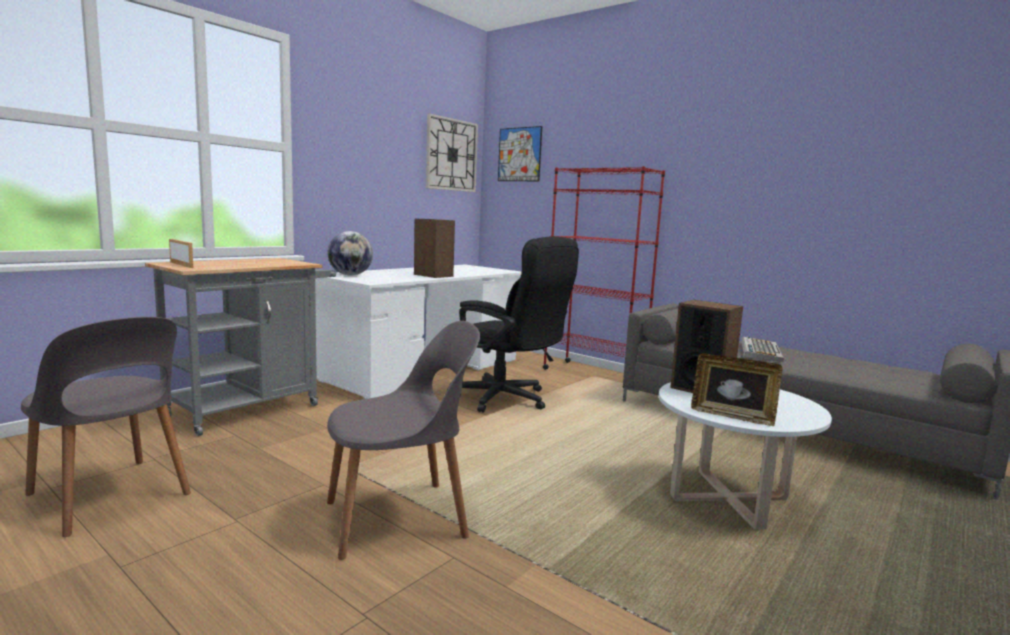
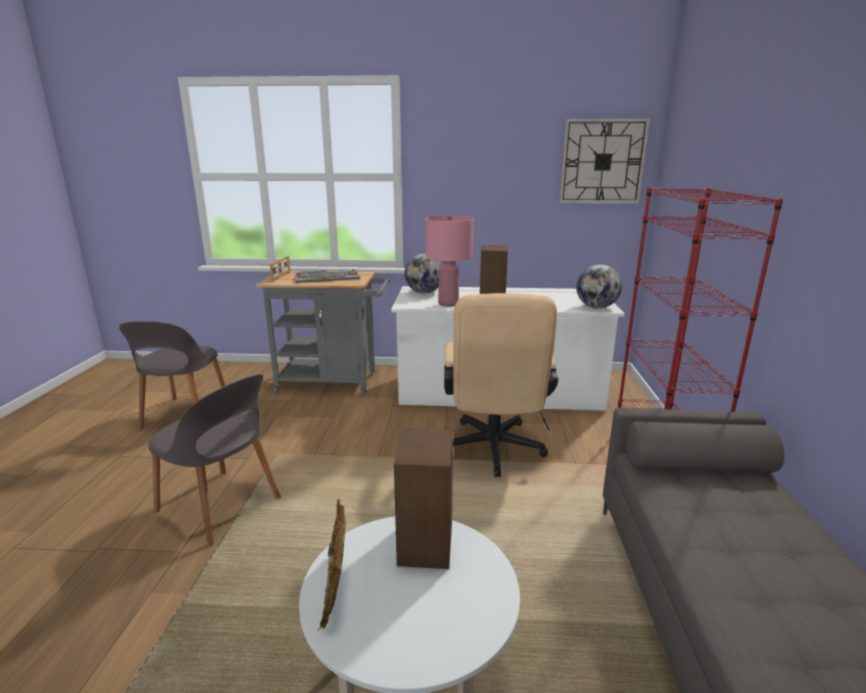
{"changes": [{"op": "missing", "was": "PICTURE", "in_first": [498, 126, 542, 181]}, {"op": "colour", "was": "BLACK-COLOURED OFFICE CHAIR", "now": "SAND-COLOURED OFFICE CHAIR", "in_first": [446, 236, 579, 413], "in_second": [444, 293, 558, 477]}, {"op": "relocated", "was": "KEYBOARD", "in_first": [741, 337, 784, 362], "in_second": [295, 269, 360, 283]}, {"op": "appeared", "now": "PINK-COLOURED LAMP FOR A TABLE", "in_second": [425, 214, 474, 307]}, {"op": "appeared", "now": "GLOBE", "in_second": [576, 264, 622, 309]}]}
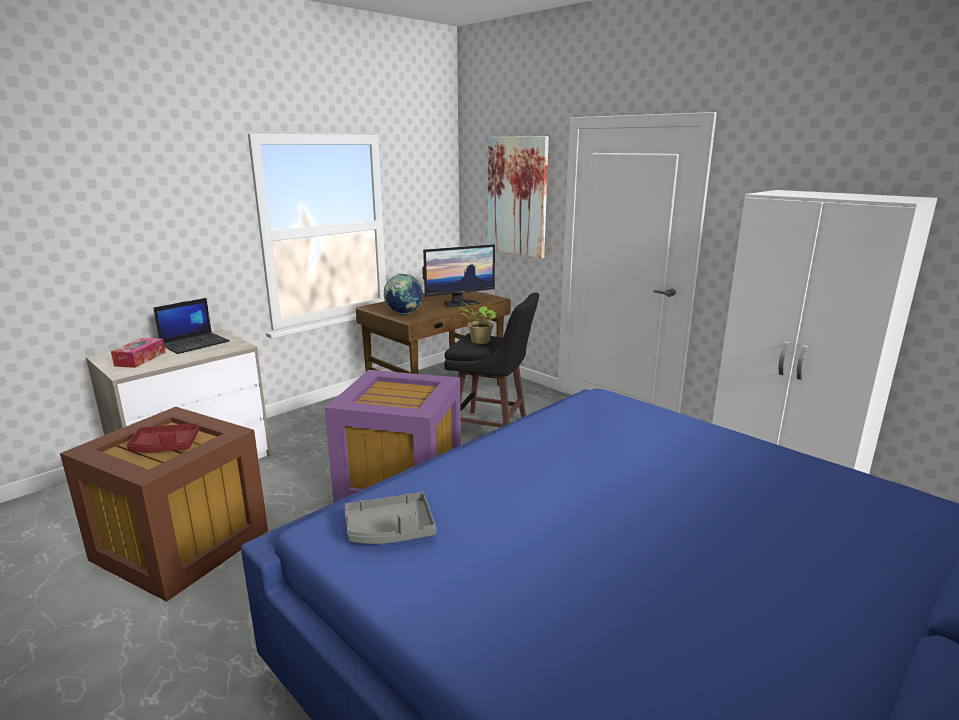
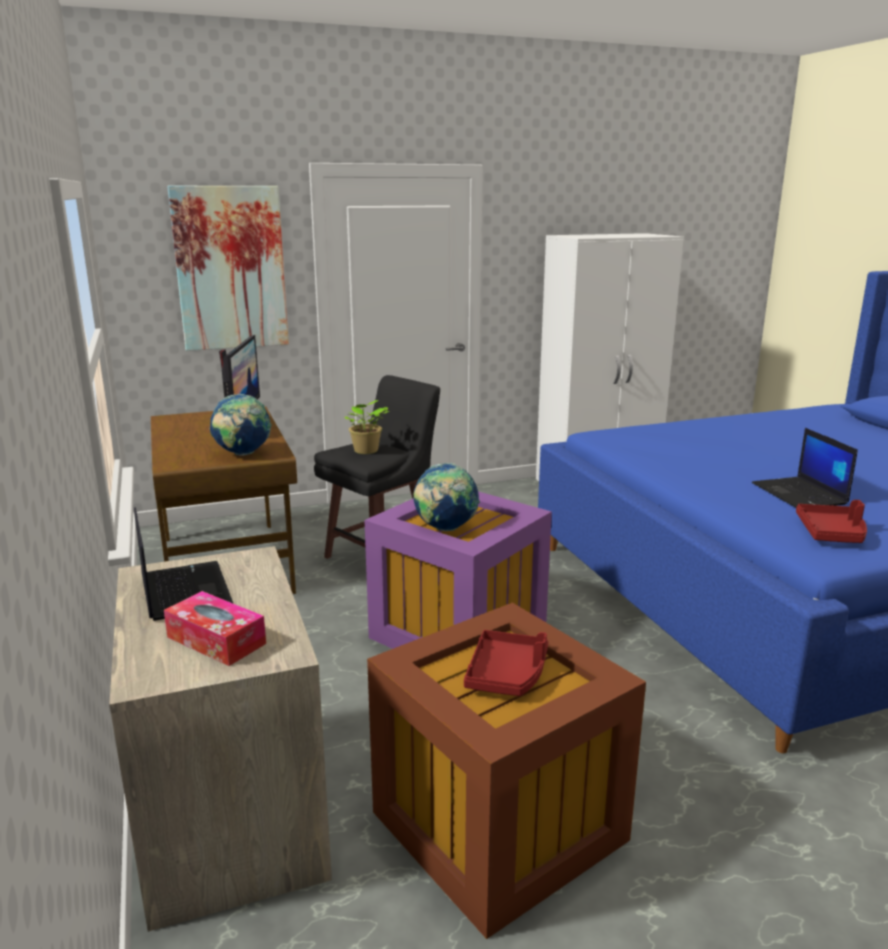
{"changes": [{"op": "colour", "was": "GRAY TRAY", "now": "REDDISH TRAY", "in_first": [344, 492, 436, 544], "in_second": [796, 500, 867, 543]}, {"op": "appeared", "now": "NOTEBOOK COMPUTER", "in_second": [752, 428, 858, 508]}, {"op": "appeared", "now": "GLOBE", "in_second": [413, 463, 480, 531]}]}
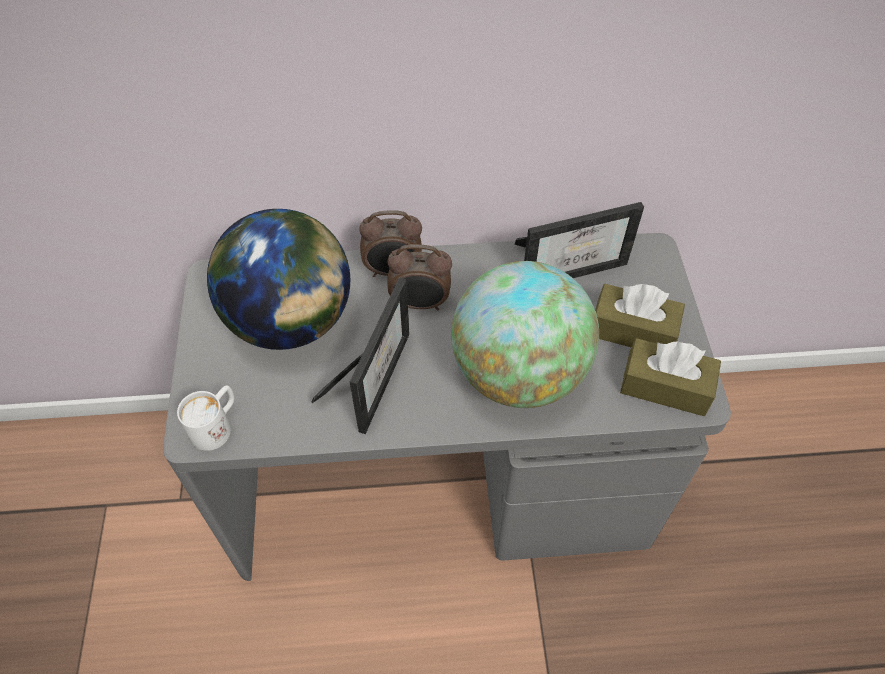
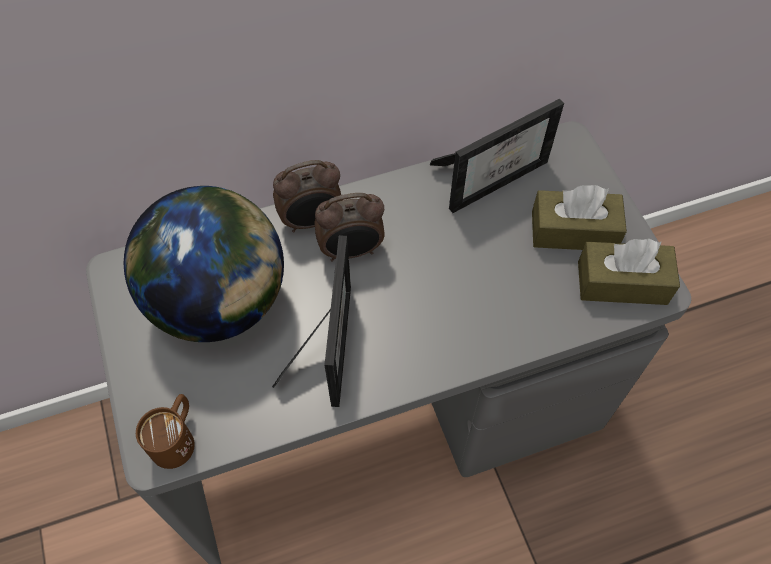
{"changes": [{"op": "missing", "was": "GLOBE", "in_first": [451, 261, 599, 408]}, {"op": "colour", "was": "WHITE MUG", "now": "BROWN-COLOURED MUG", "in_first": [177, 385, 234, 451], "in_second": [136, 394, 195, 469]}]}
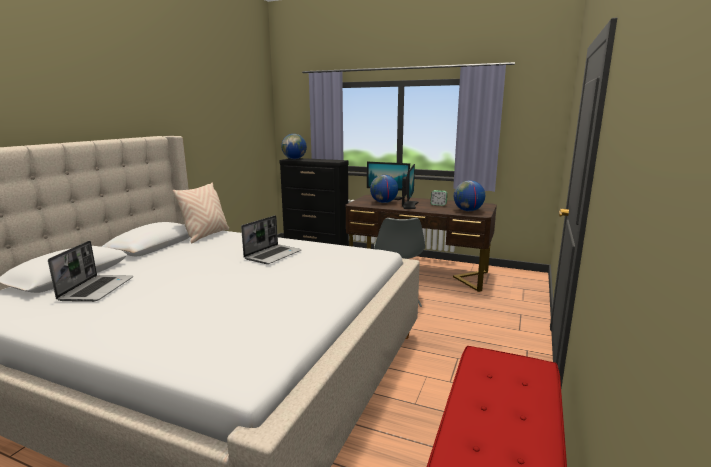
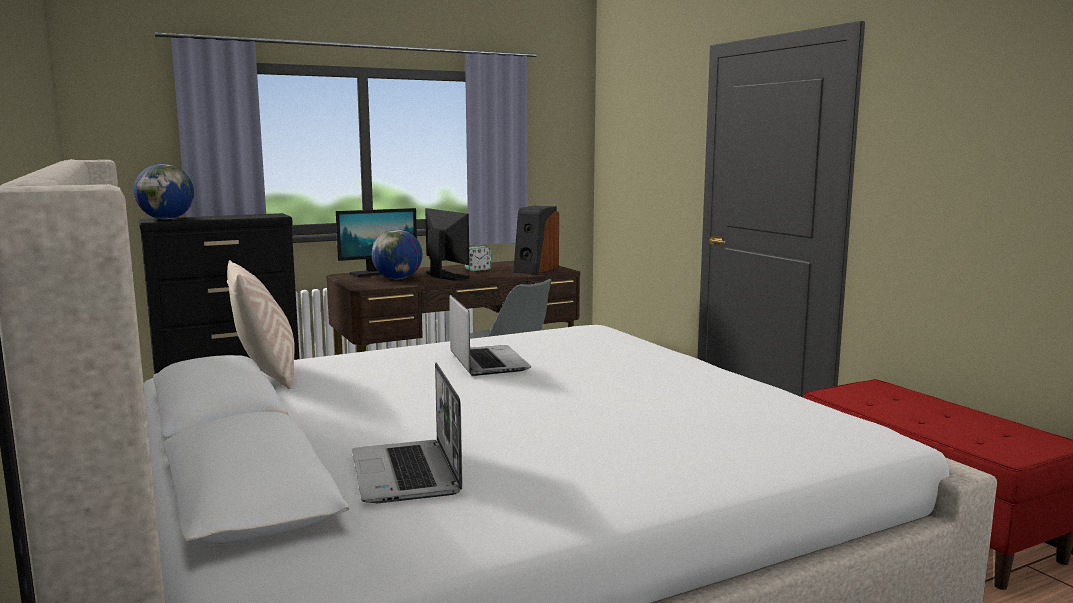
{"changes": [{"op": "exchanged", "was": "GLOBE", "now": "SPEAKER", "in_first": [454, 180, 485, 211], "in_second": [513, 206, 559, 275]}, {"op": "spun", "was": "NOTEBOOK COMPUTER", "in_first": [48, 240, 133, 302], "in_second": [352, 362, 462, 504], "clockwise": -150}]}
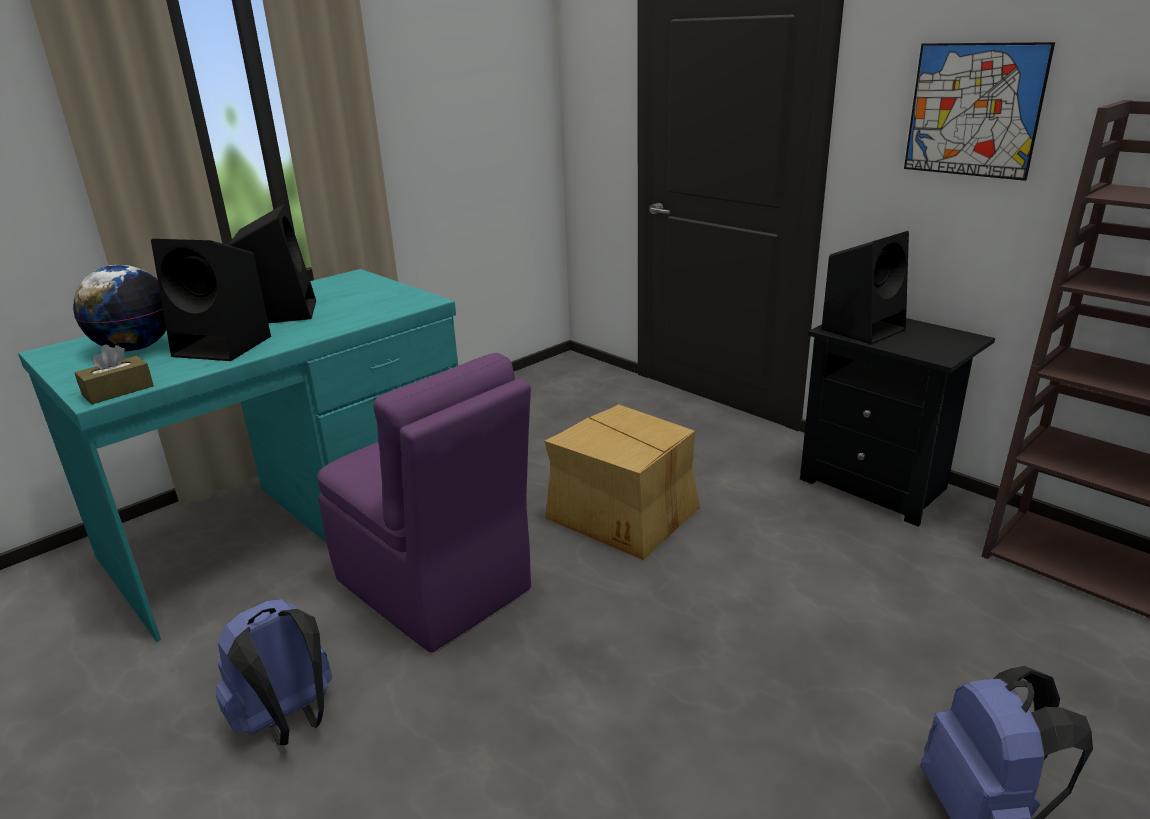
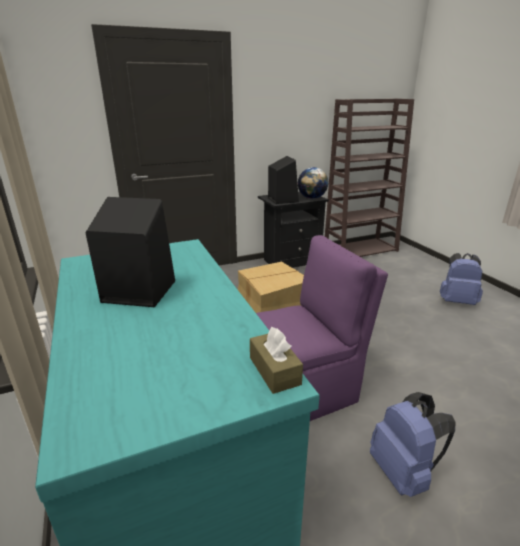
{"changes": [{"op": "missing", "was": "PICTURE", "in_first": [904, 42, 1055, 181]}, {"op": "missing", "was": "BLACK-COLOURED SPEAKER", "in_first": [151, 239, 271, 361]}, {"op": "relocated", "was": "GLOBE", "in_first": [73, 265, 166, 352], "in_second": [298, 167, 329, 199]}]}
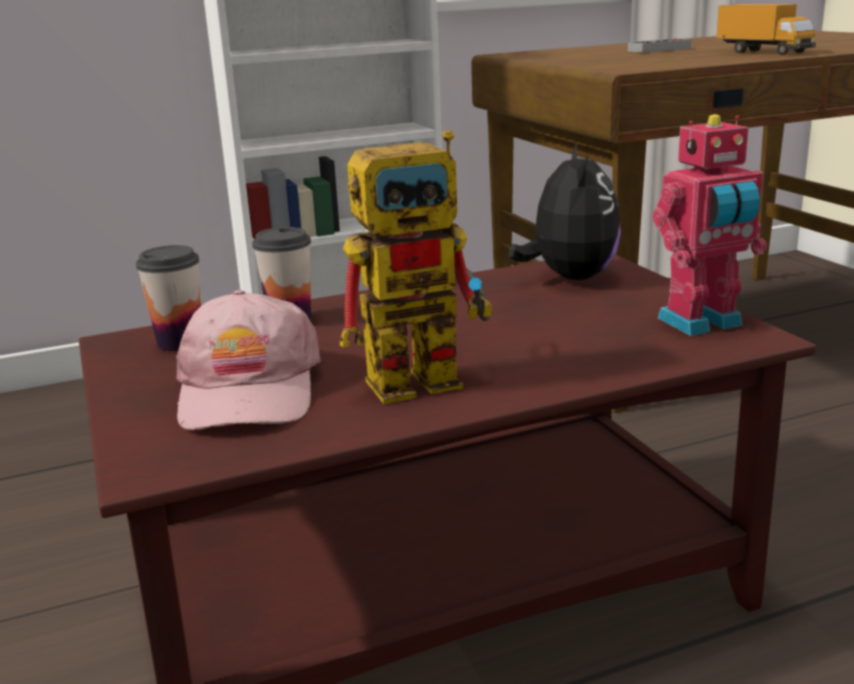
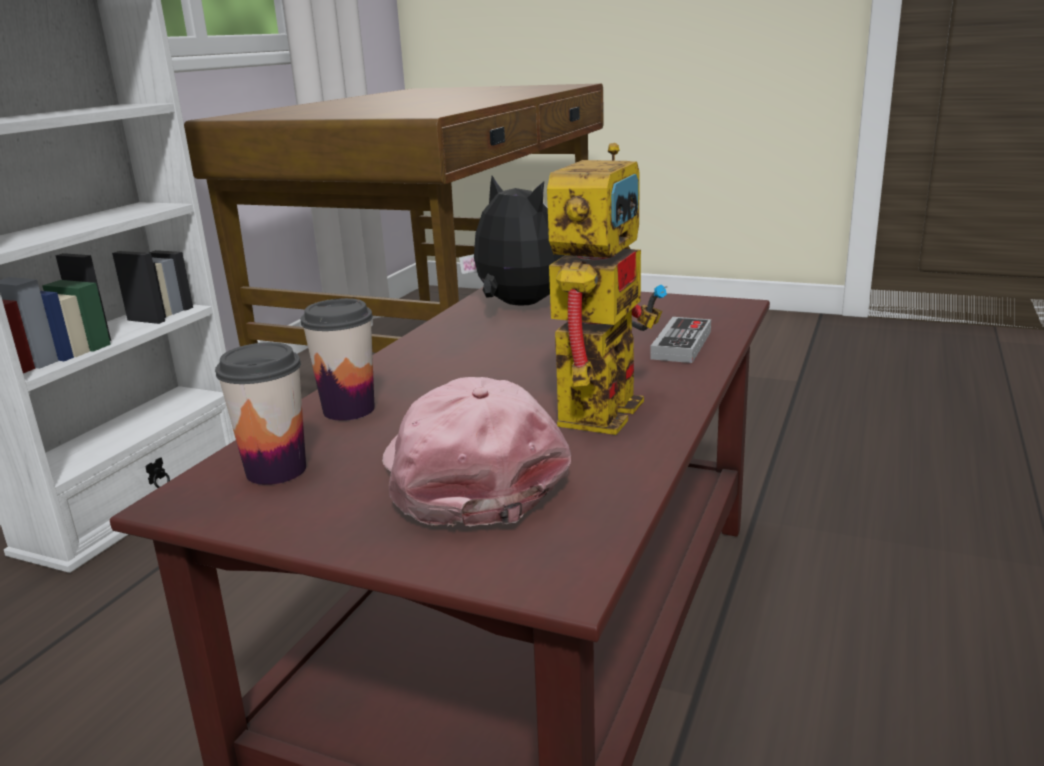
{"changes": [{"op": "missing", "was": "TOY TRUCK", "in_first": [716, 4, 816, 55]}, {"op": "relocated", "was": "GAMEPAD", "in_first": [628, 38, 691, 53], "in_second": [650, 317, 711, 363]}, {"op": "missing", "was": "MODEL ROBOT", "in_first": [653, 114, 767, 336]}, {"op": "spun", "was": "PINK-COLOURED BASEBALL CAP", "in_first": [176, 290, 321, 430], "in_second": [382, 377, 571, 527], "clockwise": -150}]}
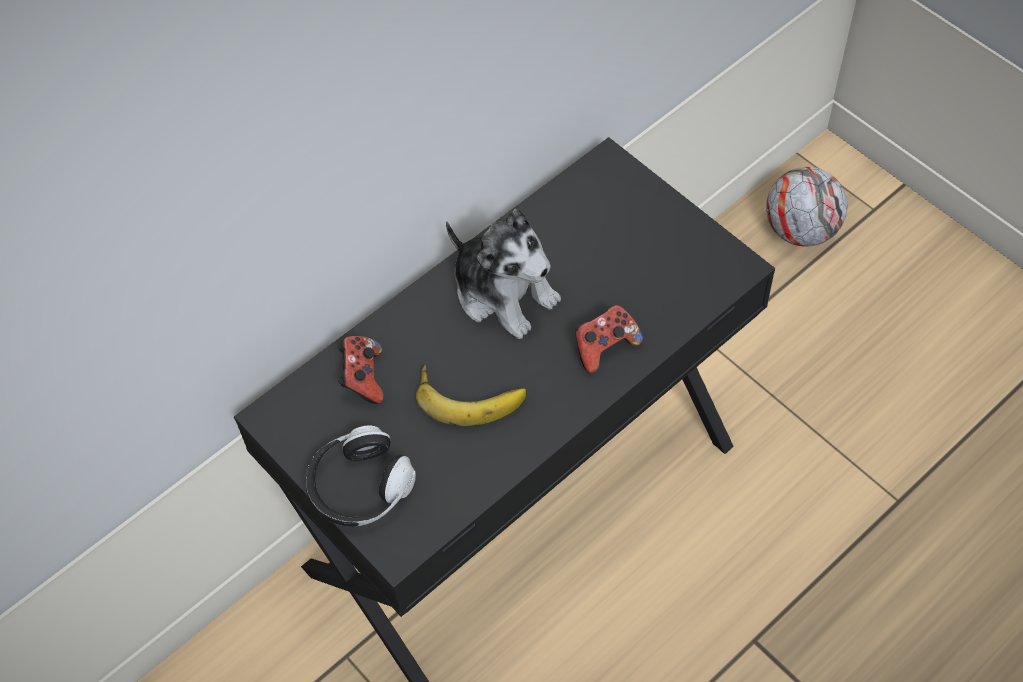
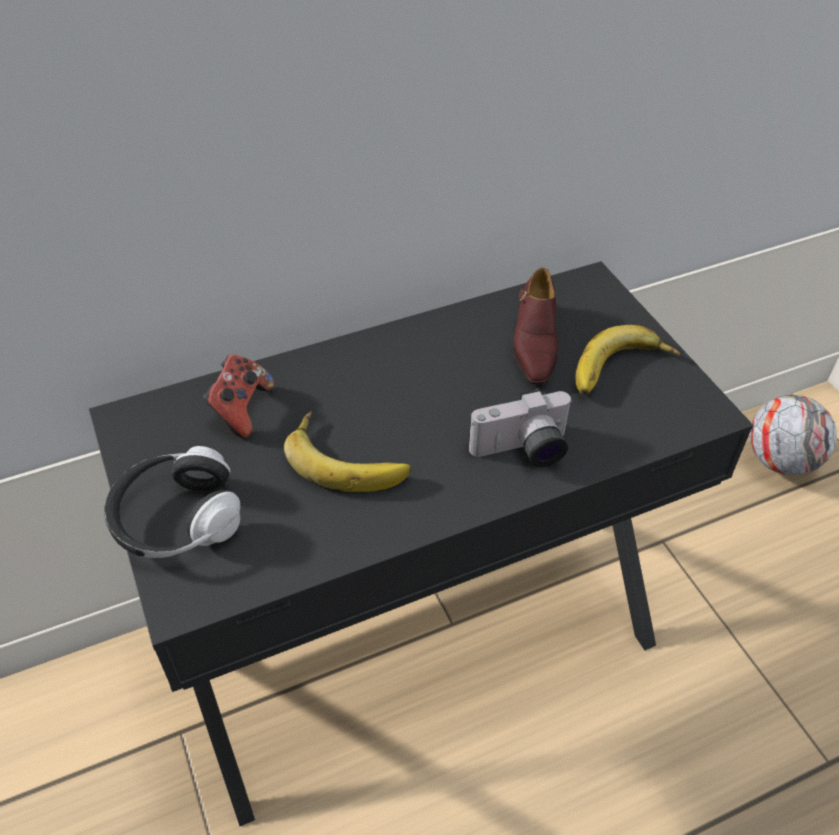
{"changes": [{"op": "missing", "was": "SOFT TOY", "in_first": [446, 209, 561, 339]}, {"op": "exchanged", "was": "GAMEPAD", "now": "PHOTO CAMERA", "in_first": [575, 305, 643, 373], "in_second": [468, 389, 573, 467]}, {"op": "appeared", "now": "BROWN-COLOURED SHOE", "in_second": [513, 268, 558, 385]}, {"op": "appeared", "now": "WHOLE BANANA", "in_second": [576, 325, 681, 395]}]}
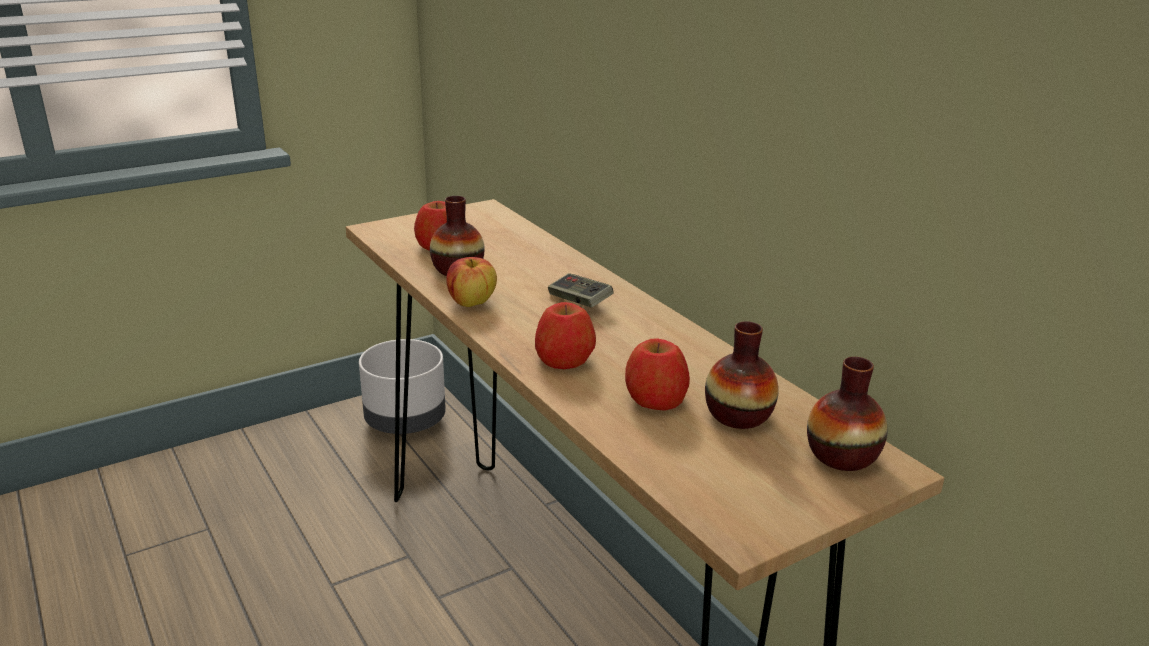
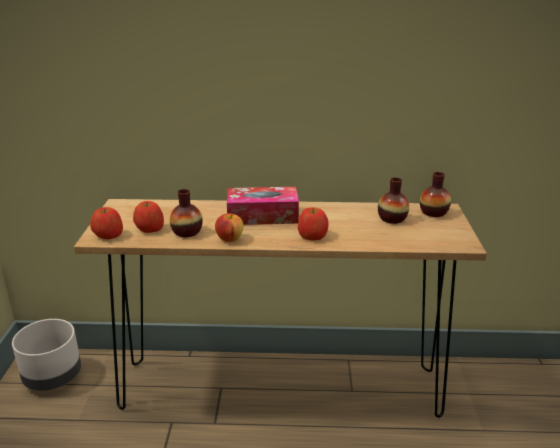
{"changes": [{"op": "exchanged", "was": "GAMEPAD", "now": "TISSUE BOX", "in_first": [548, 273, 614, 307], "in_second": [227, 187, 299, 225]}, {"op": "relocated", "was": "APPLE", "in_first": [625, 338, 690, 411], "in_second": [90, 207, 123, 239]}]}
